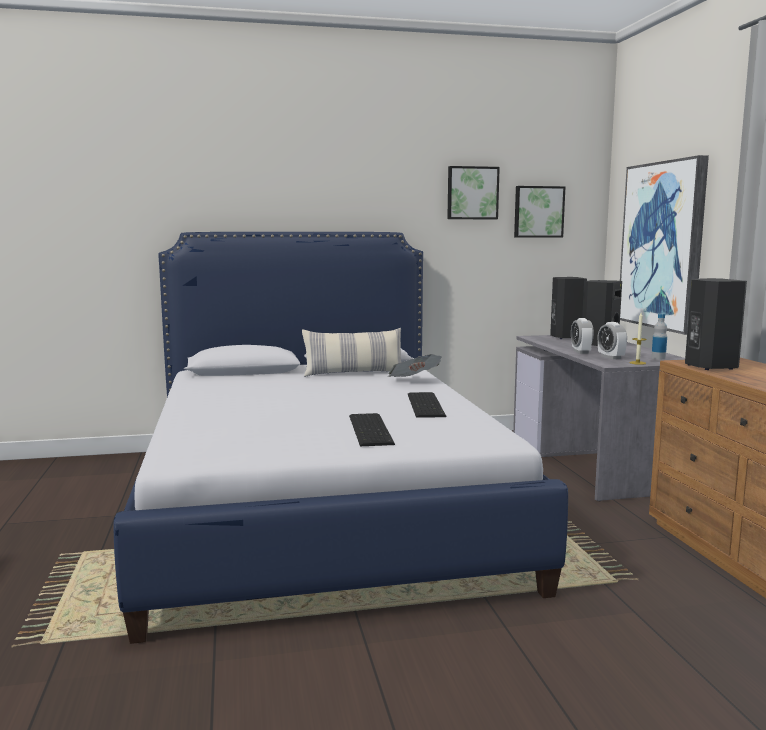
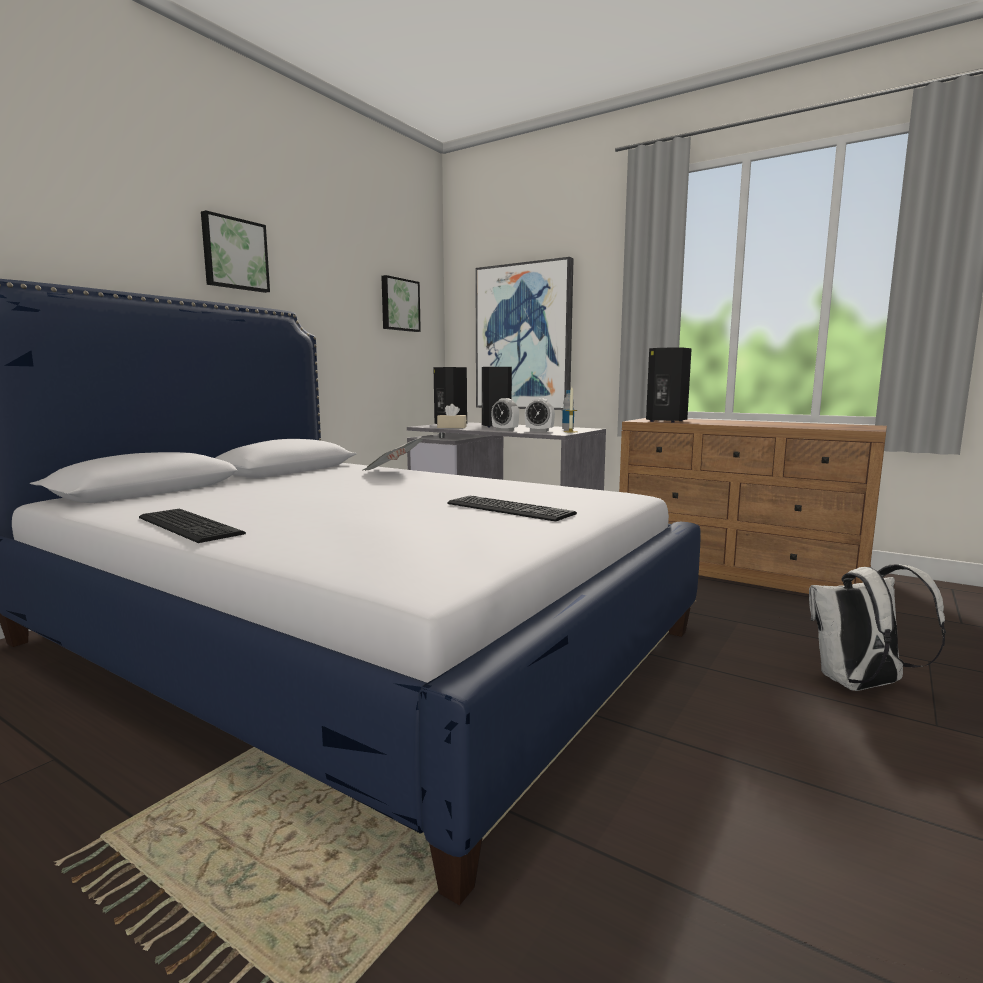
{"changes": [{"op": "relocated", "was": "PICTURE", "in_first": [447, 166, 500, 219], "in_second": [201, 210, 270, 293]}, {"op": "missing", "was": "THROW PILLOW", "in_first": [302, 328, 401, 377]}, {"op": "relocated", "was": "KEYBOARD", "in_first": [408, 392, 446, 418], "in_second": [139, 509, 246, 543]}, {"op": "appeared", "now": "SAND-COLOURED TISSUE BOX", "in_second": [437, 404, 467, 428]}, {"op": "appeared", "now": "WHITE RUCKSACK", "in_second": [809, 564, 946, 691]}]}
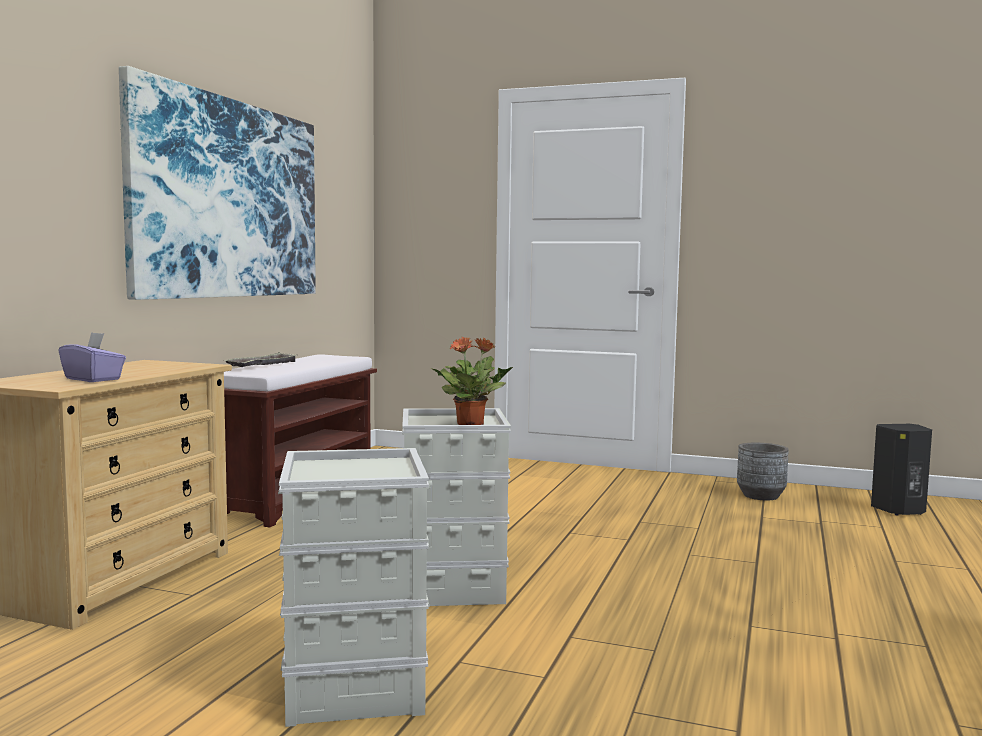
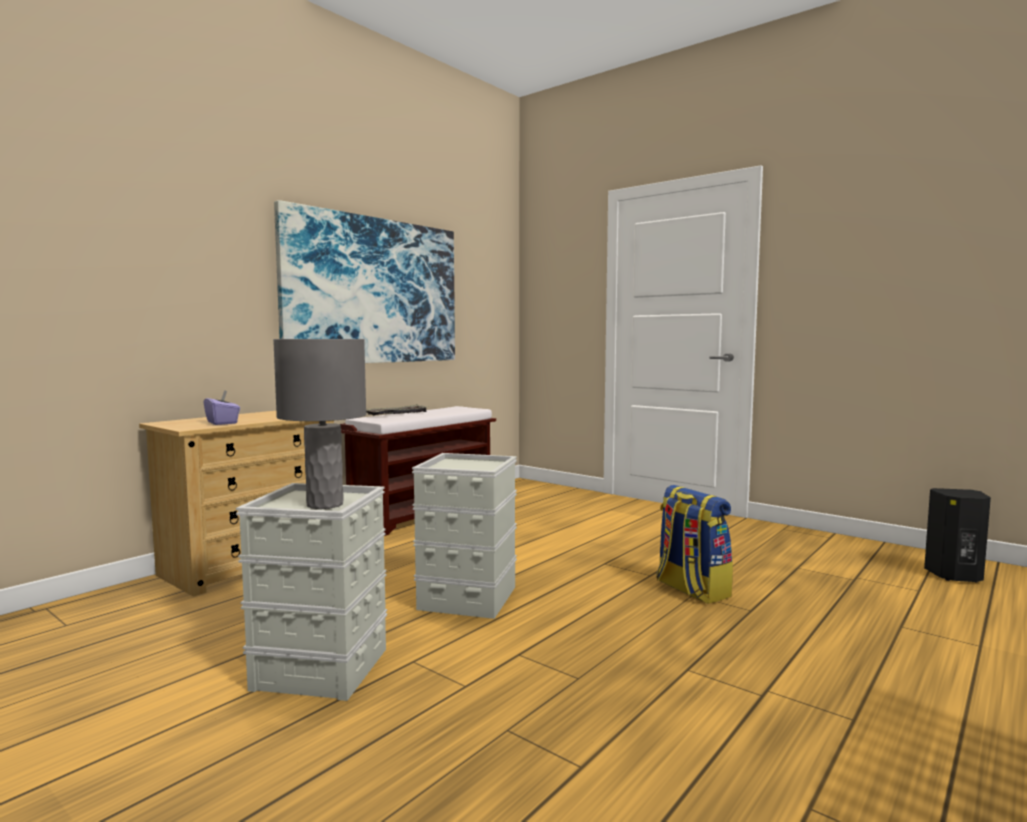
{"changes": [{"op": "missing", "was": "HOUSEPLANT", "in_first": [431, 337, 513, 425]}, {"op": "missing", "was": "GRAY PLANTER", "in_first": [737, 443, 789, 500]}, {"op": "appeared", "now": "GRAY LAMP FOR A TABLE", "in_second": [273, 339, 366, 509]}, {"op": "appeared", "now": "RUCKSACK", "in_second": [656, 485, 733, 604]}]}
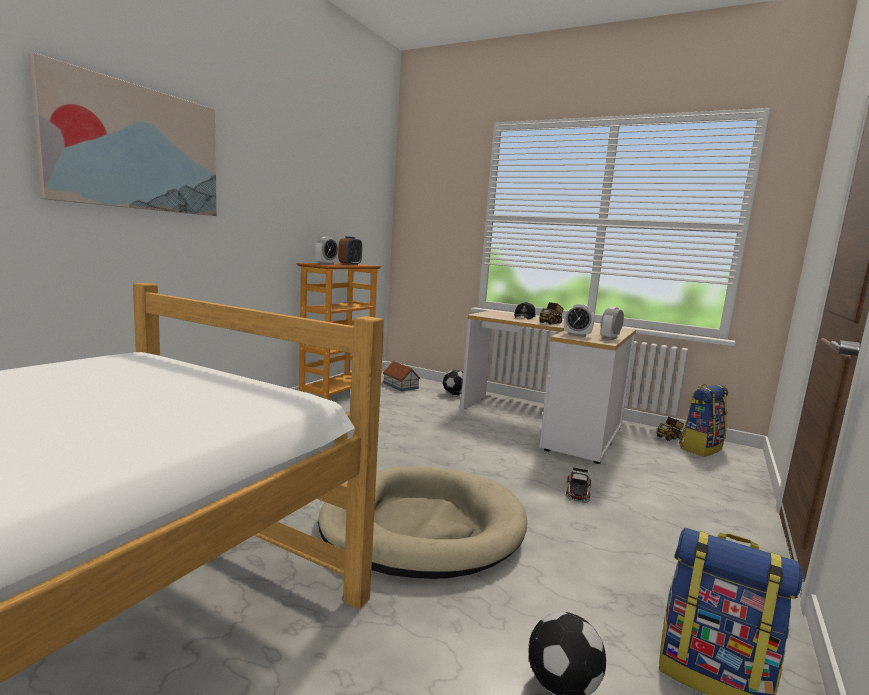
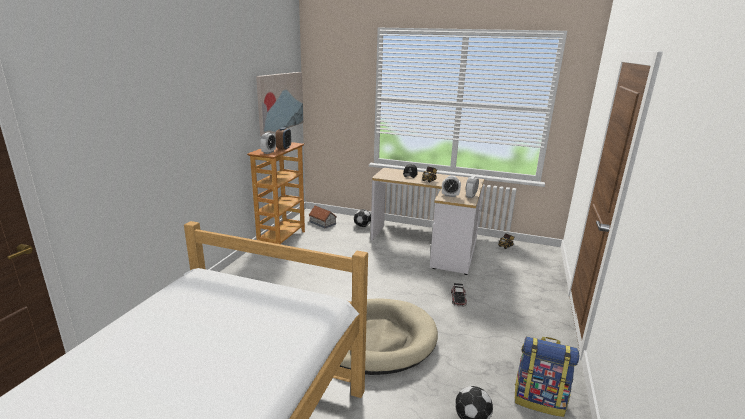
{"changes": [{"op": "relocated", "was": "PICTURE", "in_first": [28, 52, 217, 216], "in_second": [256, 72, 304, 136]}, {"op": "missing", "was": "RUCKSACK", "in_first": [679, 384, 728, 457]}]}
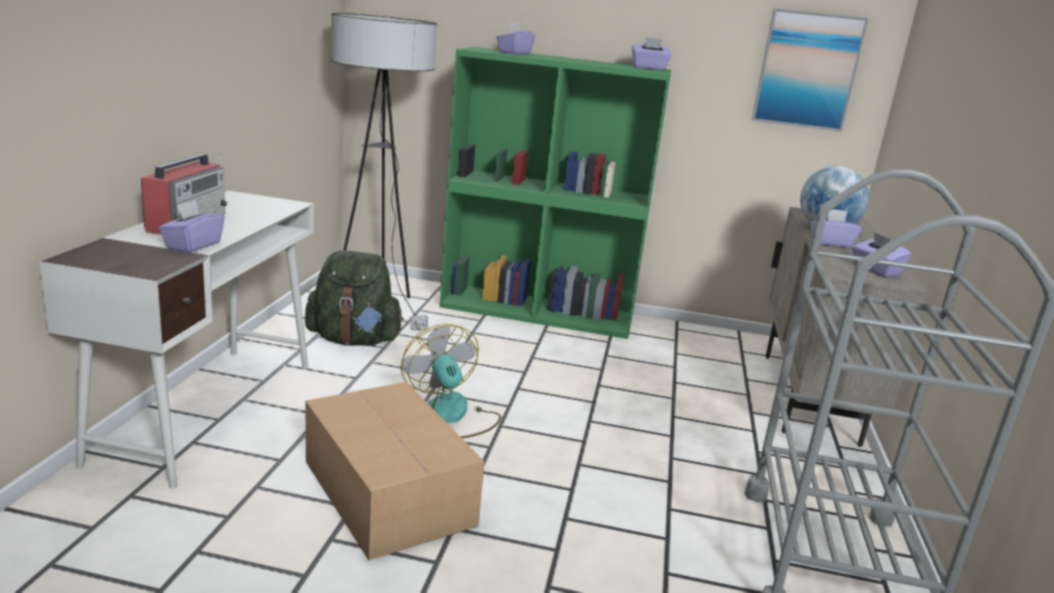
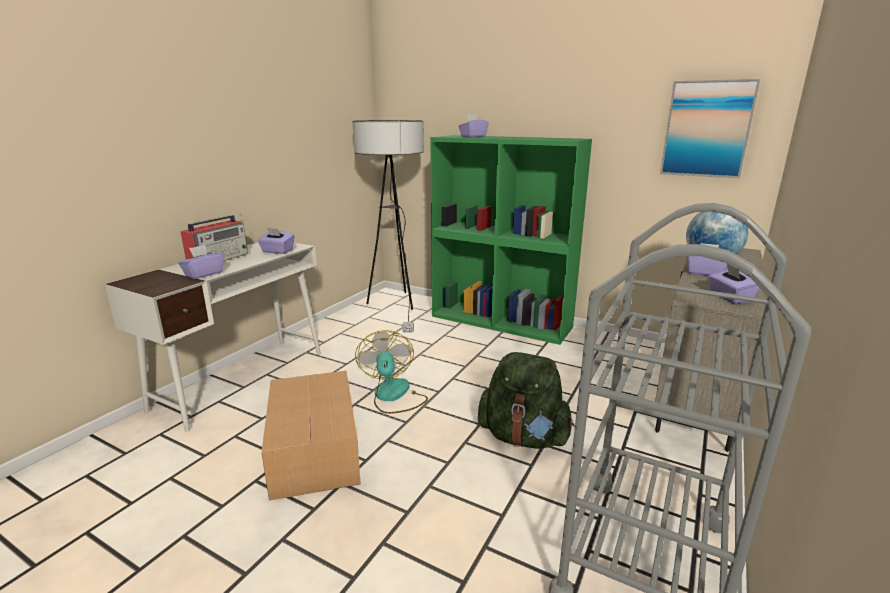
{"changes": [{"op": "relocated", "was": "PURPLE TISSUE BOX", "in_first": [632, 37, 672, 70], "in_second": [258, 228, 294, 254]}, {"op": "relocated", "was": "GREEN-COLOURED RUCKSACK", "in_first": [305, 251, 404, 345], "in_second": [478, 352, 574, 449]}]}
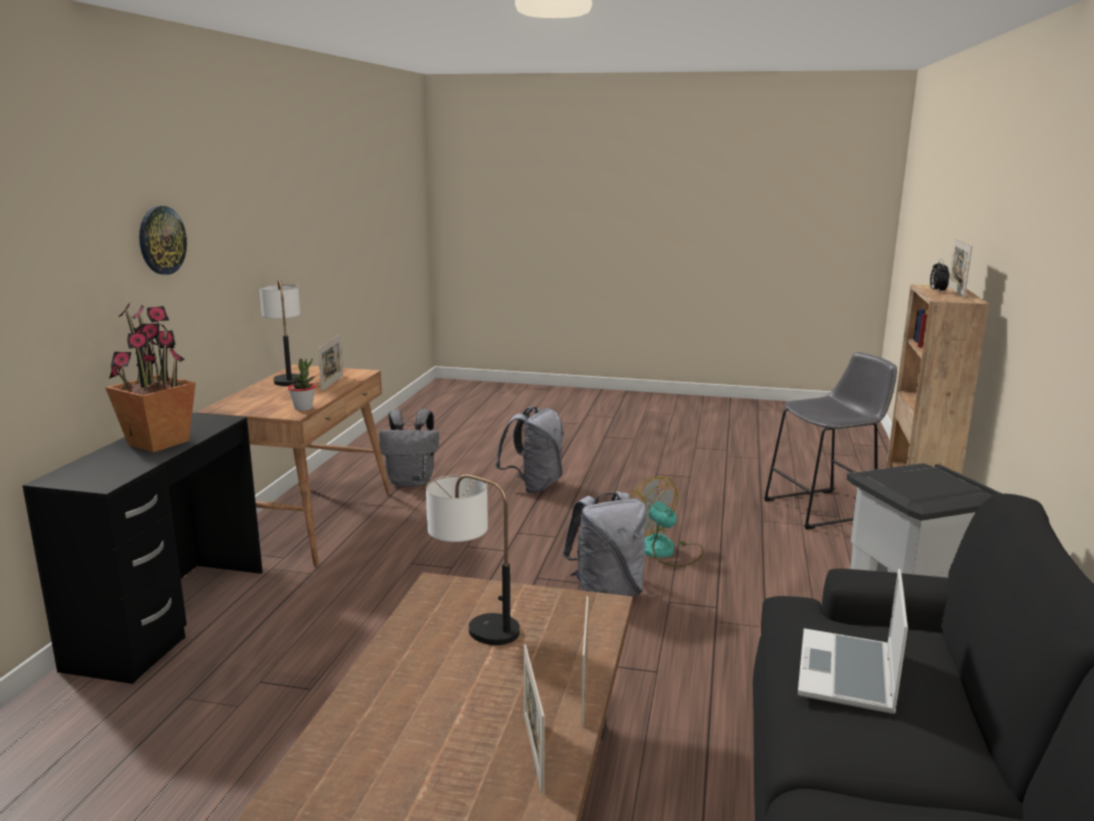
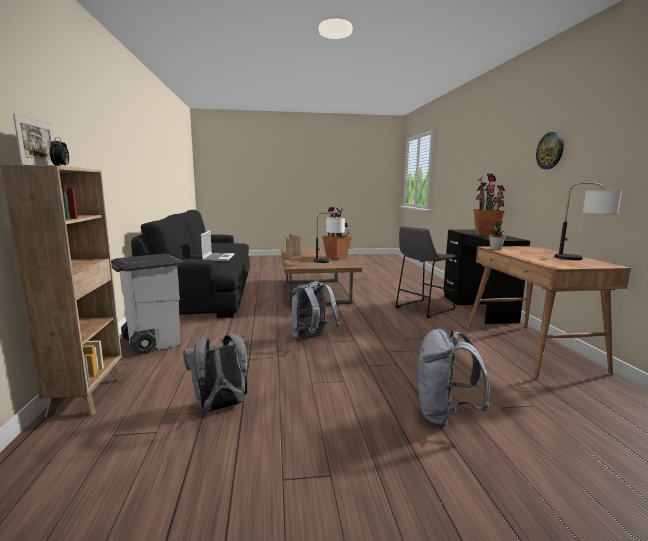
{"changes": [{"op": "missing", "was": "PHOTO FRAME", "in_first": [318, 335, 343, 392]}, {"op": "relocated", "was": "GRAY STOOL SEAT", "in_first": [763, 352, 897, 530], "in_second": [395, 226, 456, 318]}, {"op": "relocated", "was": "GRAY RUCKSACK", "in_first": [379, 409, 439, 487], "in_second": [183, 334, 248, 412]}, {"op": "missing", "was": "FAN", "in_first": [629, 477, 704, 567]}, {"op": "appeared", "now": "HOUSEPLANT", "in_second": [322, 206, 352, 259]}]}
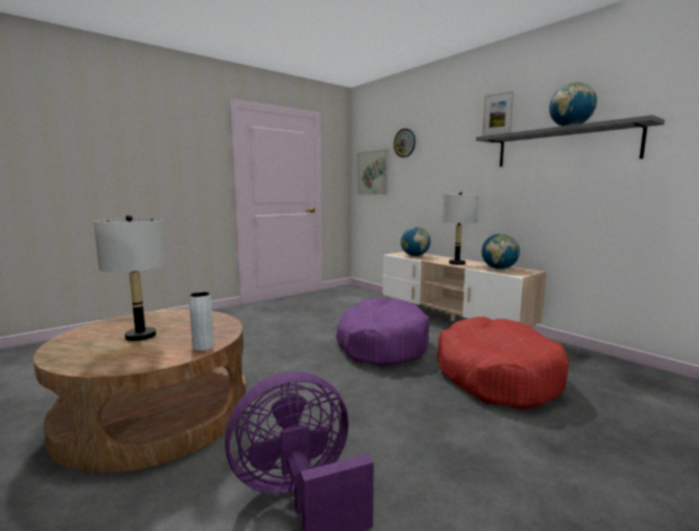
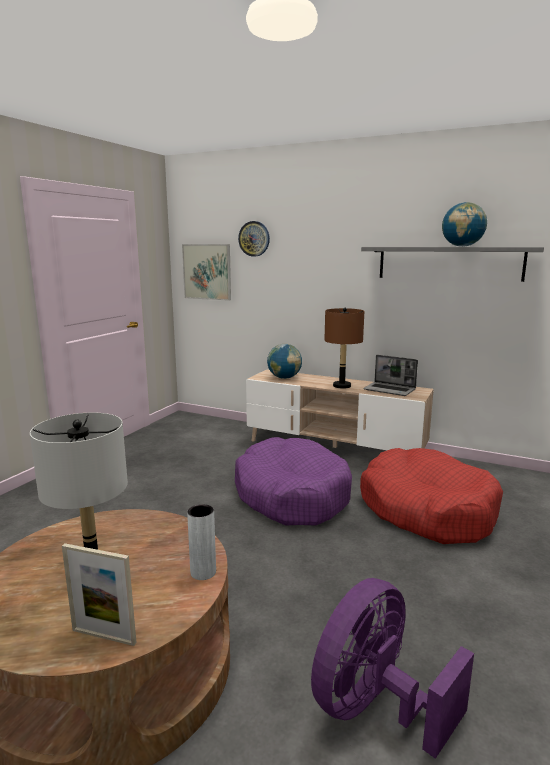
{"changes": [{"op": "relocated", "was": "PHOTO FRAME", "in_first": [482, 91, 514, 136], "in_second": [62, 543, 137, 646]}, {"op": "colour", "was": "GRAY LAMP FOR A TABLE", "now": "BROWN-COLOURED LAMP FOR A TABLE", "in_first": [442, 192, 479, 265], "in_second": [324, 308, 364, 389]}, {"op": "exchanged", "was": "GLOBE", "now": "NOTEBOOK COMPUTER", "in_first": [482, 233, 520, 269], "in_second": [364, 355, 418, 396]}]}
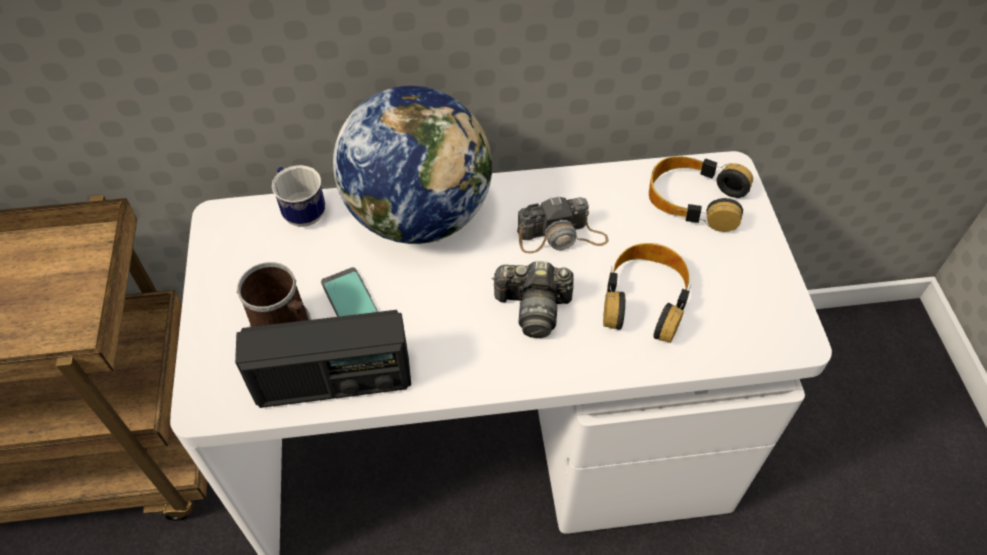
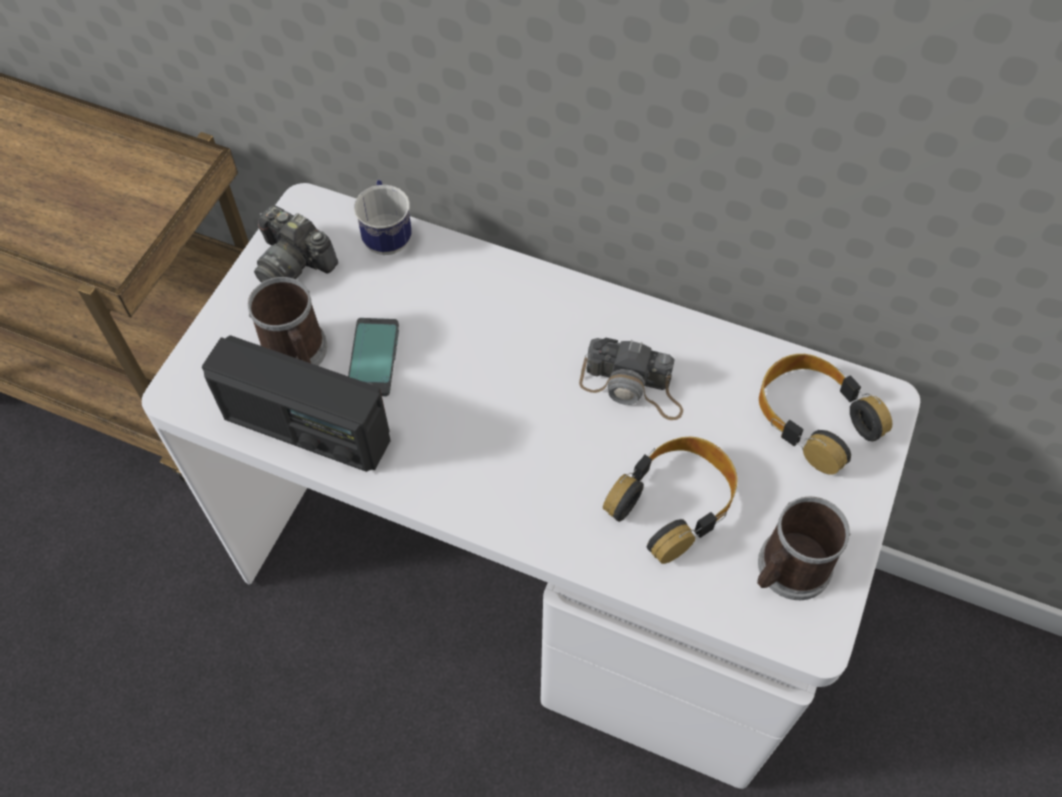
{"changes": [{"op": "missing", "was": "GLOBE", "in_first": [333, 86, 492, 244]}, {"op": "relocated", "was": "PHOTO CAMERA", "in_first": [491, 261, 574, 338], "in_second": [254, 205, 338, 283]}, {"op": "appeared", "now": "MUG", "in_second": [757, 496, 850, 600]}]}
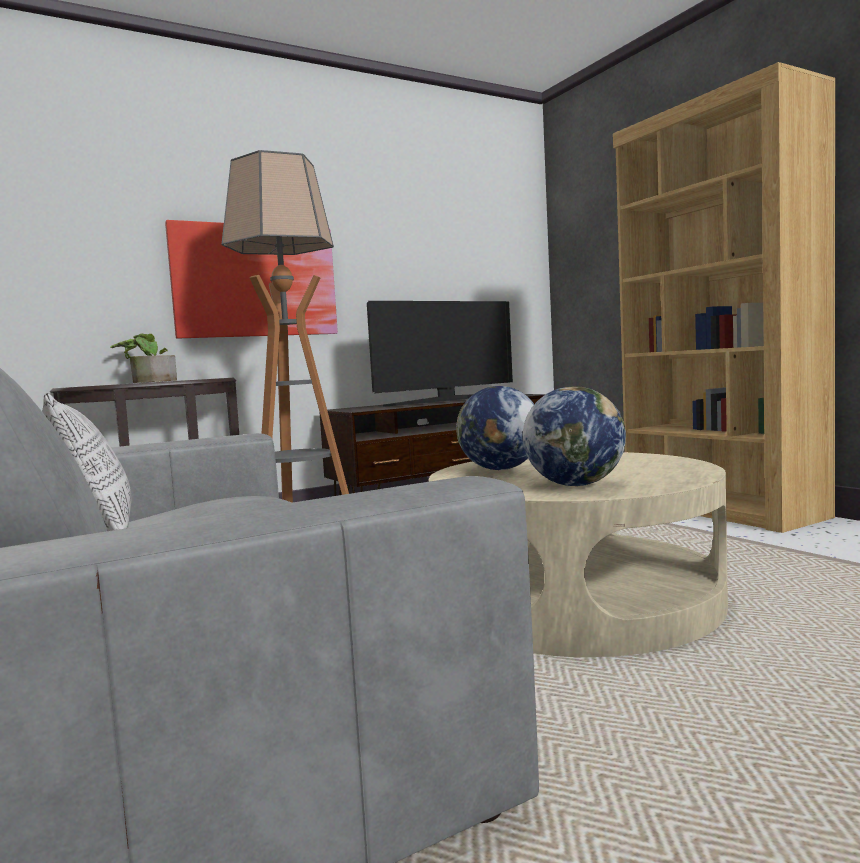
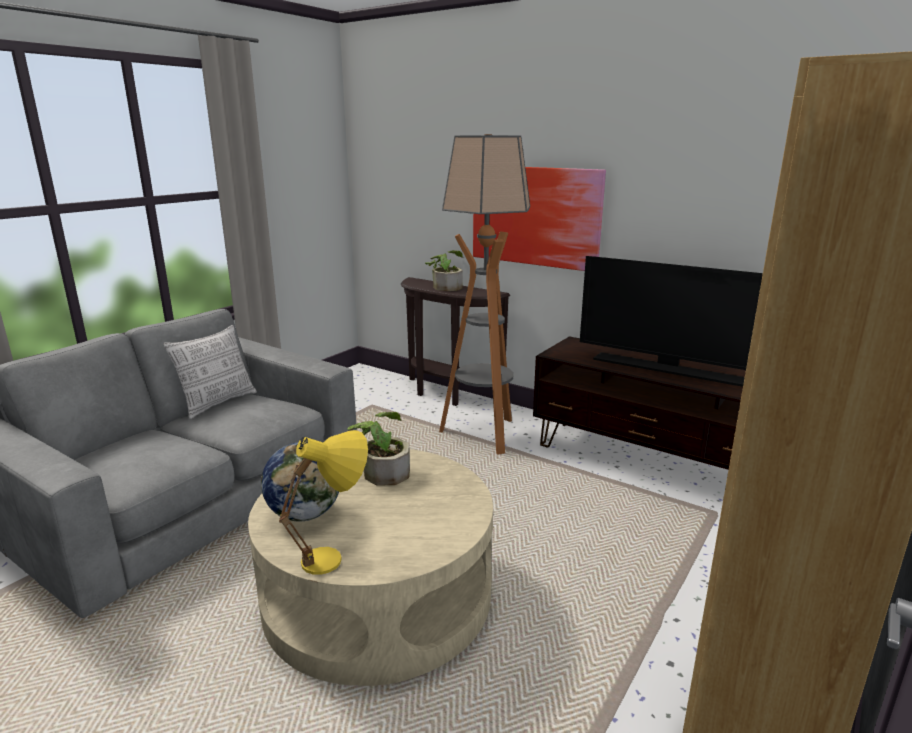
{"changes": [{"op": "exchanged", "was": "GLOBE", "now": "HOUSEPLANT", "in_first": [456, 386, 534, 470], "in_second": [348, 412, 410, 486]}, {"op": "appeared", "now": "YELLOW-COLOURED LAMP FOR A TABLE", "in_second": [279, 430, 368, 575]}]}
